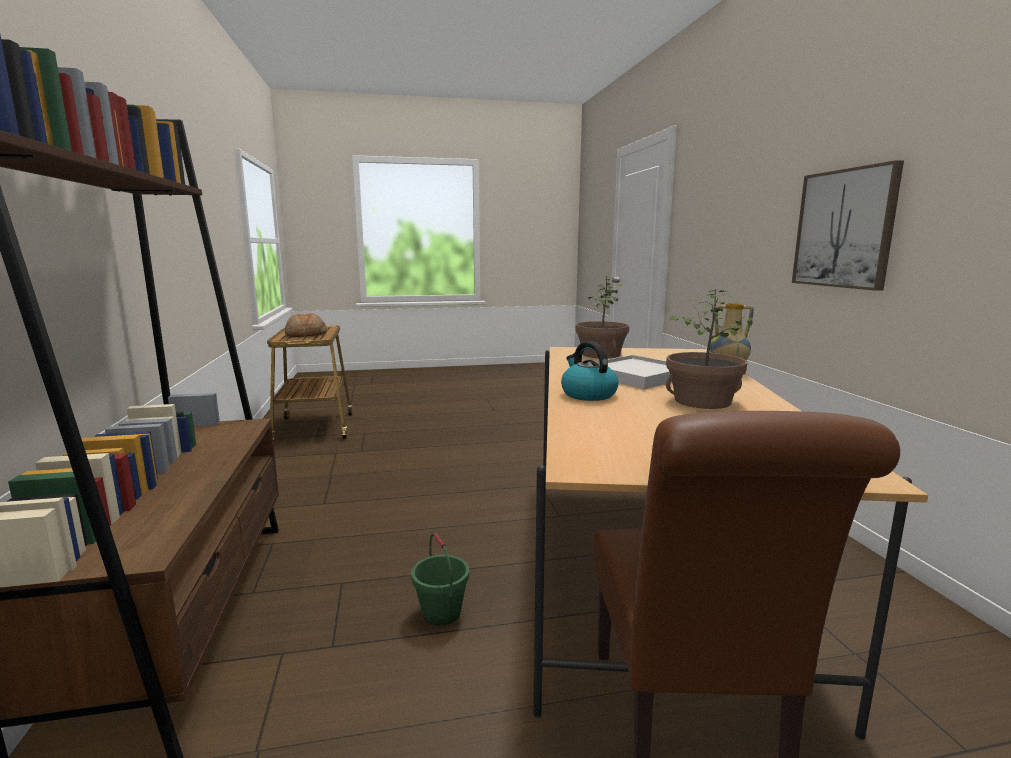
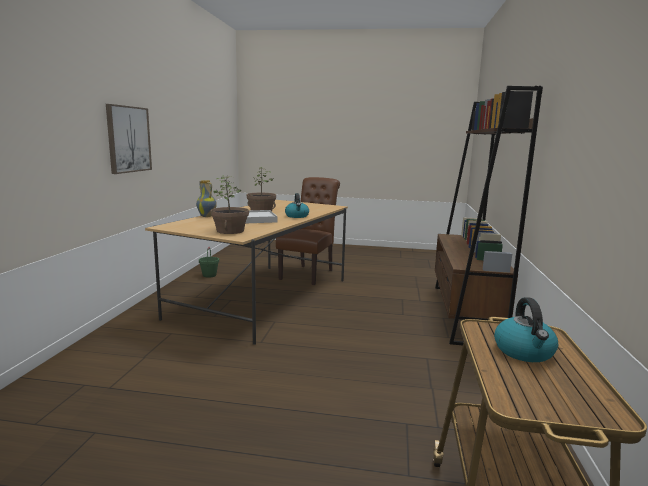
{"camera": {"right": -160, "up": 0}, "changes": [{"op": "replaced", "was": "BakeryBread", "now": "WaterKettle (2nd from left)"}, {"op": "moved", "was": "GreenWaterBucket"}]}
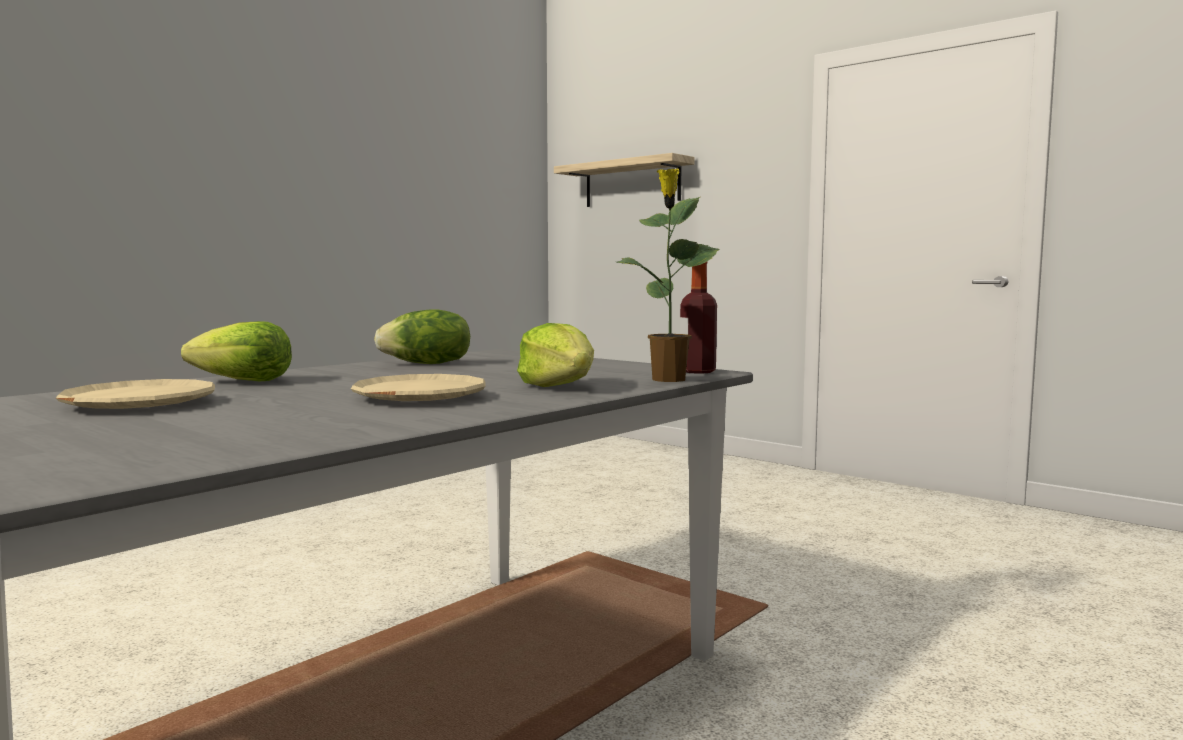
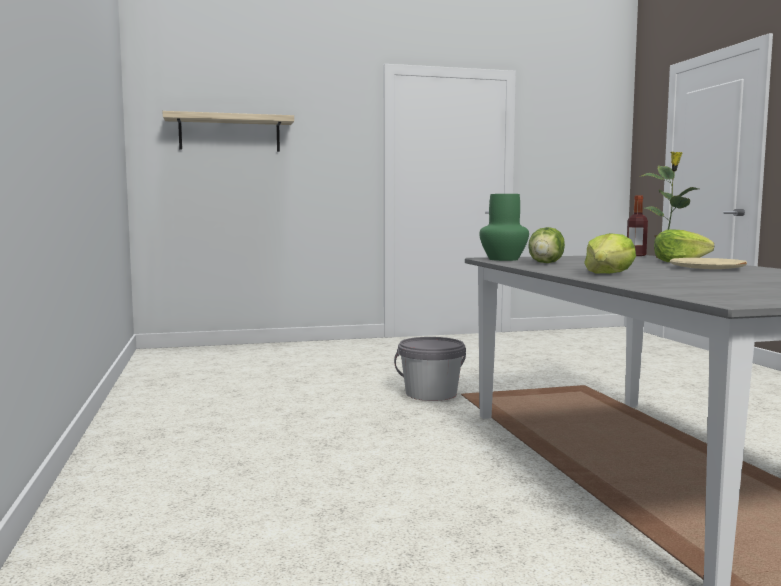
{"camera": {"right": -55, "up": 0}, "changes": [{"op": "removed", "was": "BeigeDinnerPlate (1st from left)"}, {"op": "added", "now": "GreenFlowerVase"}, {"op": "added", "now": "GreyishWaterBucket"}]}
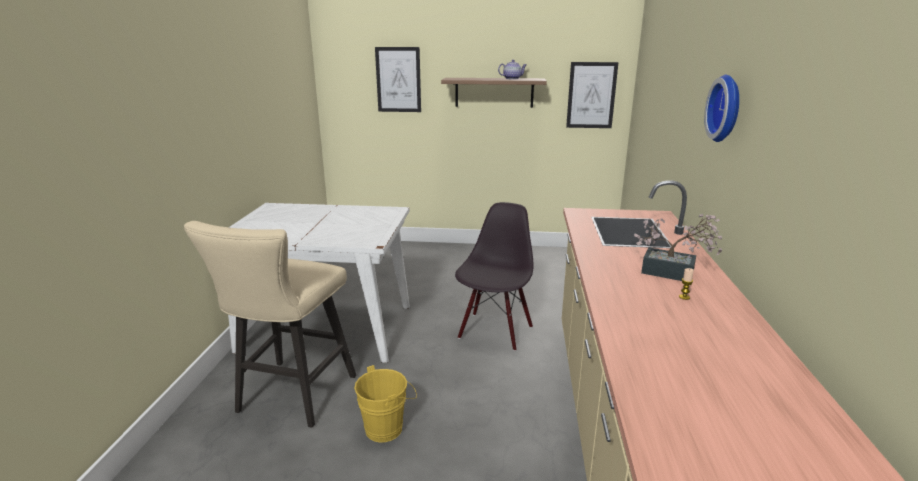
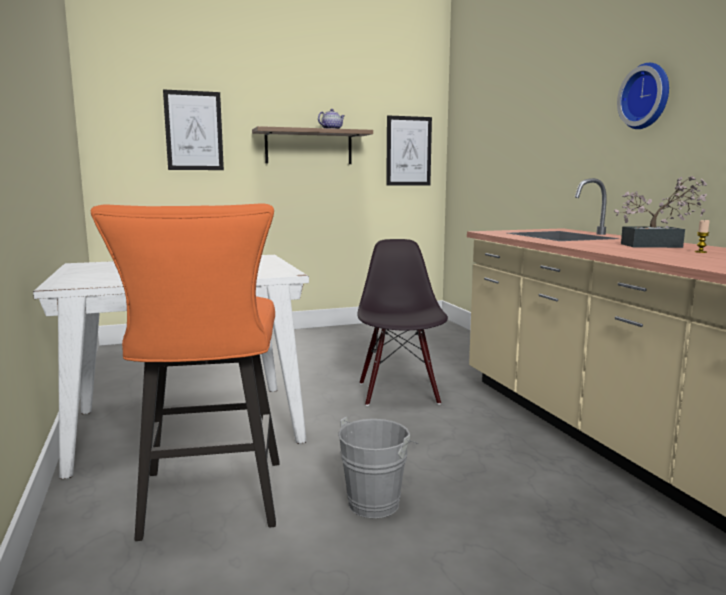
{"camera": {"right": -25, "up": -10}, "changes": [{"op": "recoloured", "was": "BeigeStoolSeat", "now": "OrangeColouredStoolSeat"}, {"op": "recoloured", "was": "YellowWaterBucket", "now": "GreyishWaterBucket"}]}
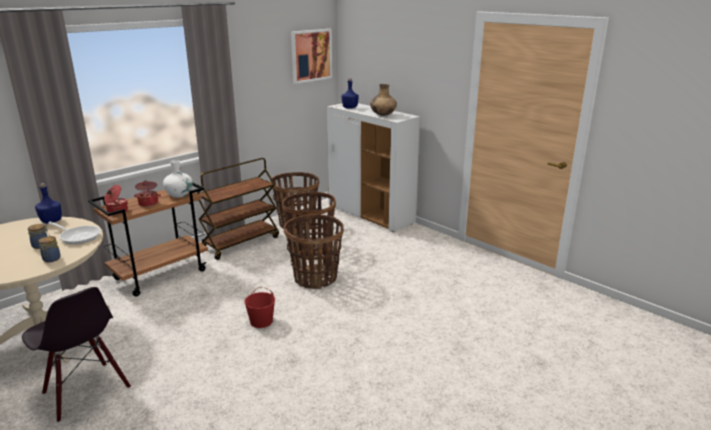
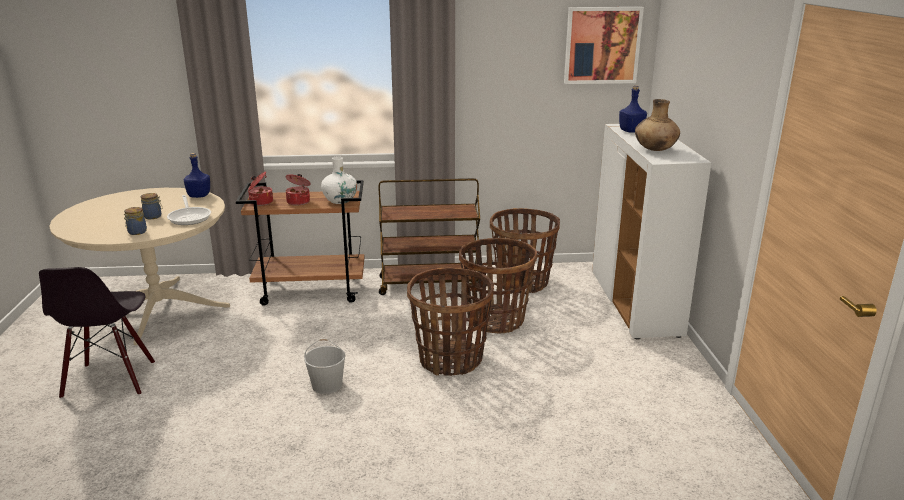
{"camera": {"right": 40, "up": 0}, "changes": [{"op": "recoloured", "was": "RedColouredWaterBucket", "now": "WhiteWaterBucket"}]}
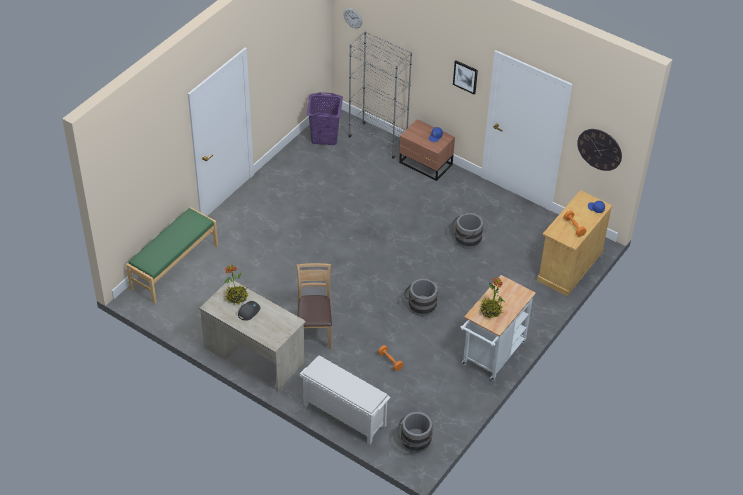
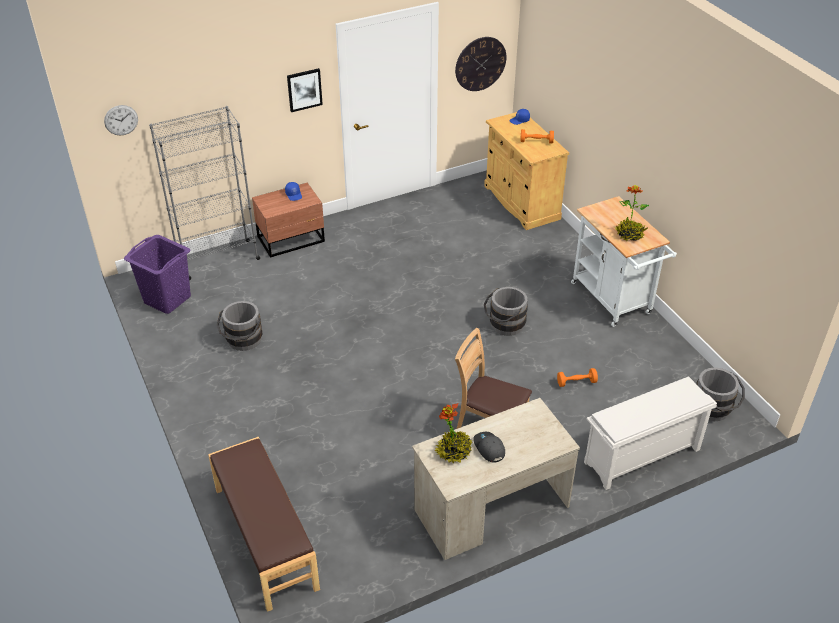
{"camera": {"right": -60, "up": -5}, "changes": [{"op": "recoloured", "was": "GreenLongSeat", "now": "BrownLongSeat"}, {"op": "moved", "was": "GreyishWaterBucket (3rd from left in the first image)", "now": "GreyishWaterBucket (1st from left)"}]}
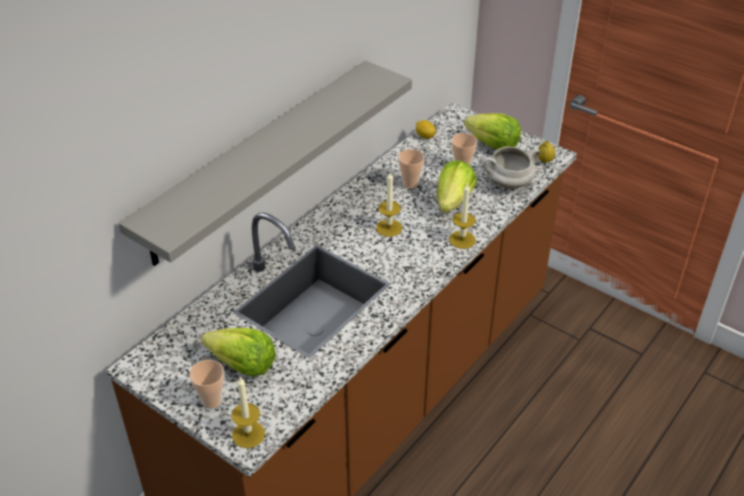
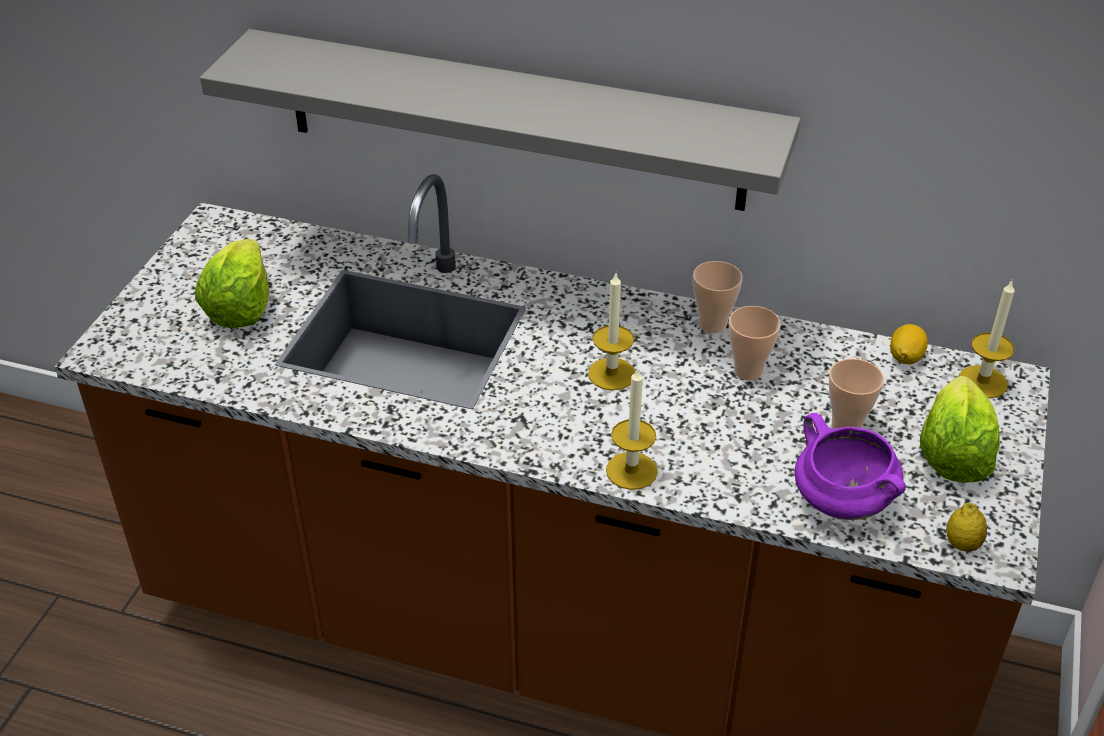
{"camera": {"right": 70, "up": 0}, "changes": [{"op": "recoloured", "was": "WhiteSaucepot", "now": "PurplishSaucepot"}, {"op": "removed", "was": "LettuceHead (2nd from left)"}, {"op": "moved", "was": "Cup (1st from left)"}, {"op": "moved", "was": "Candle (1st from left in the first image)", "now": "Candle (3rd from left)"}]}
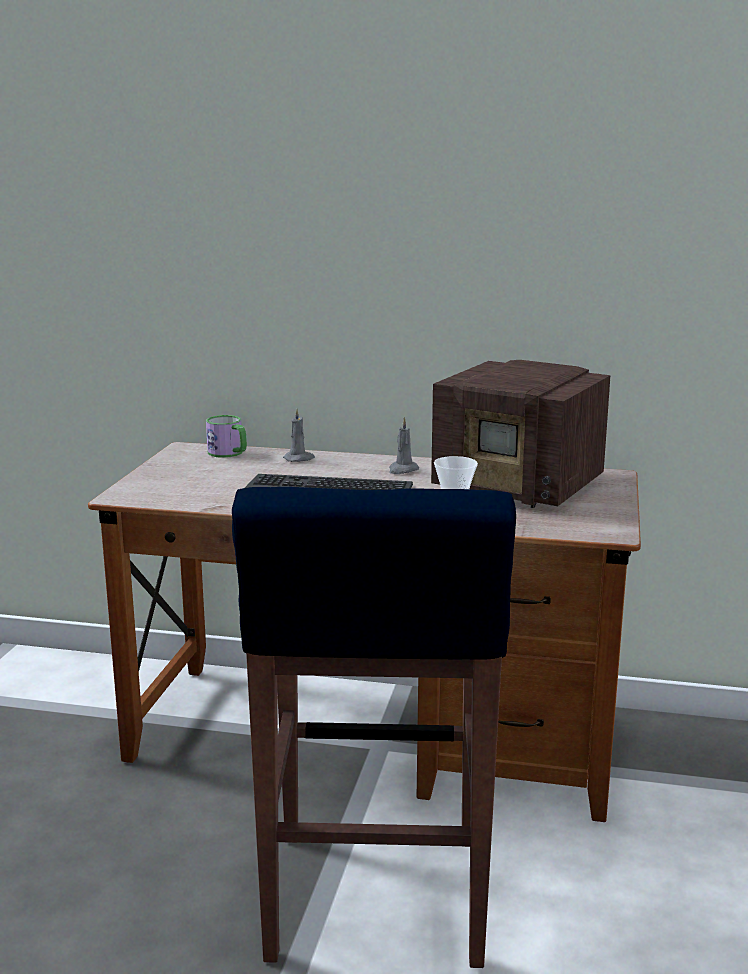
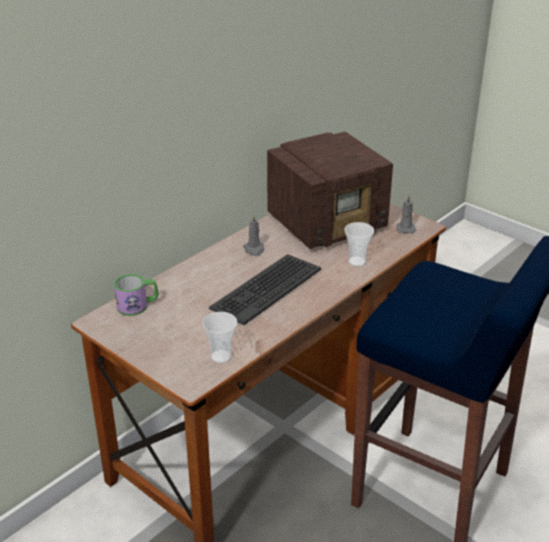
{"camera": {"right": -60, "up": 15}, "changes": [{"op": "moved", "was": "GreyishCandle (1st from left in the first image)", "now": "GreyishCandle (2nd from left)"}, {"op": "added", "now": "Cup (1st from left)"}]}
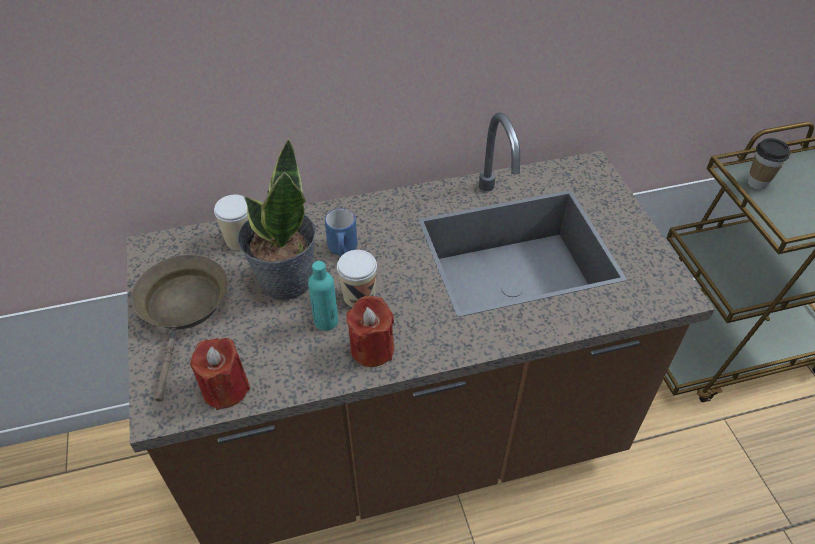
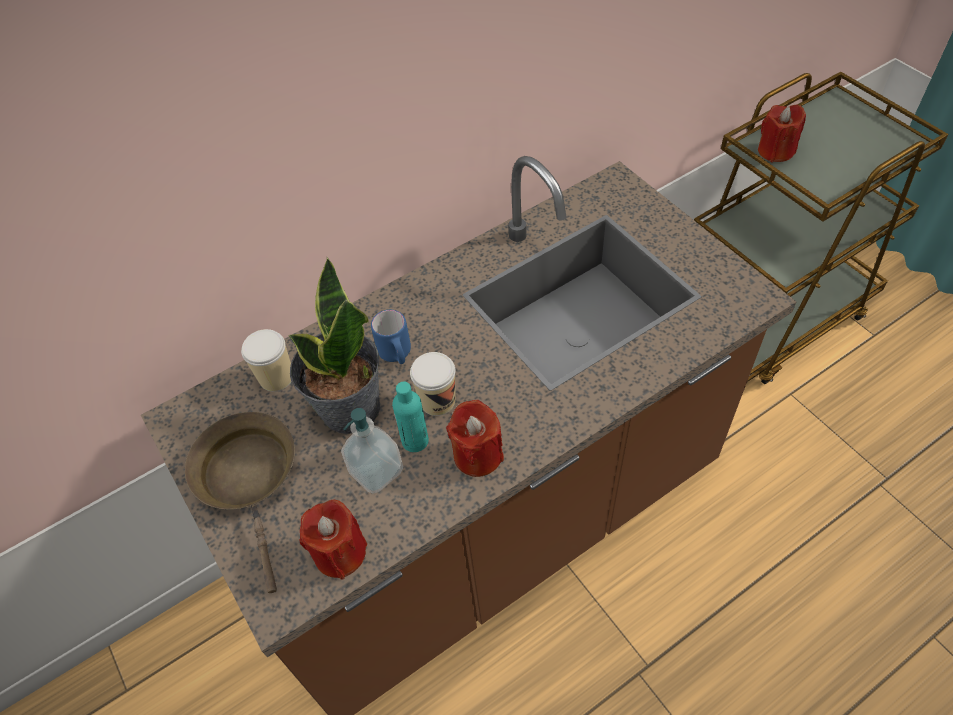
{"camera": {"right": -15, "up": 5}, "changes": [{"op": "replaced", "was": "Cup (3rd from left)", "now": "RedColouredCandle (3rd from left)"}, {"op": "added", "now": "LiquidSoapBottle"}]}
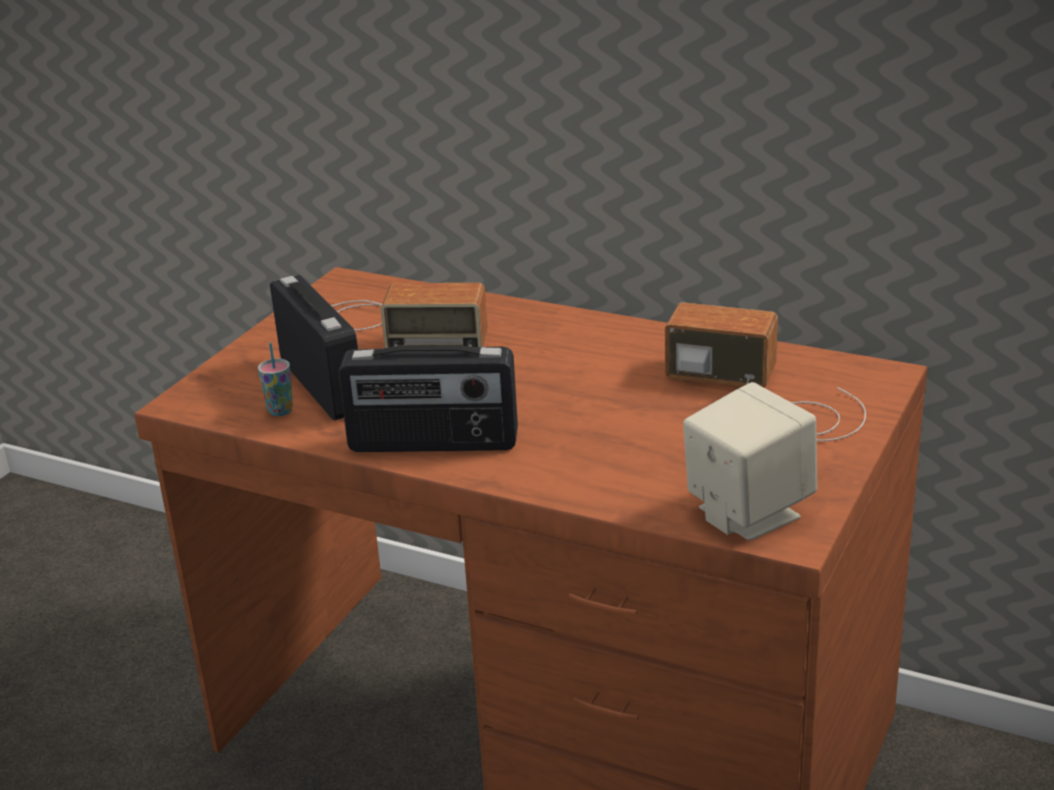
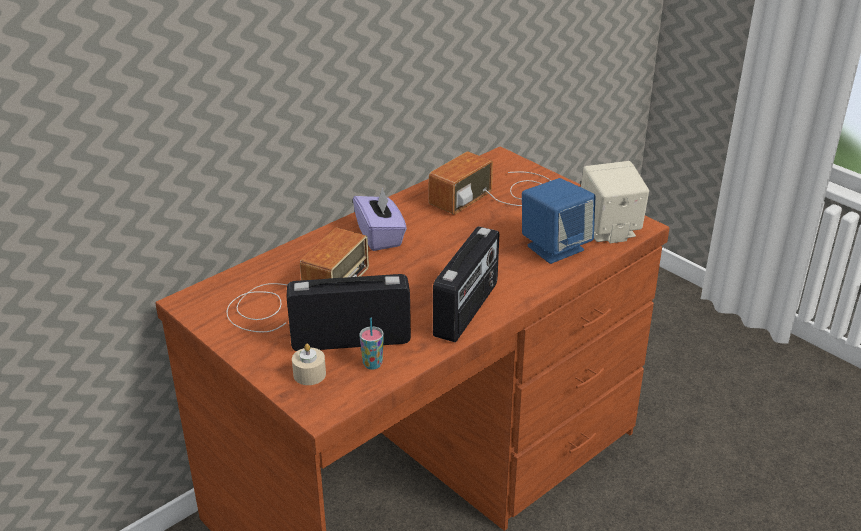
{"camera": {"right": -70, "up": 5}, "changes": [{"op": "added", "now": "BlueSpeaker"}, {"op": "added", "now": "PurplishBoxOfTissues"}, {"op": "added", "now": "BeigeCandle"}]}
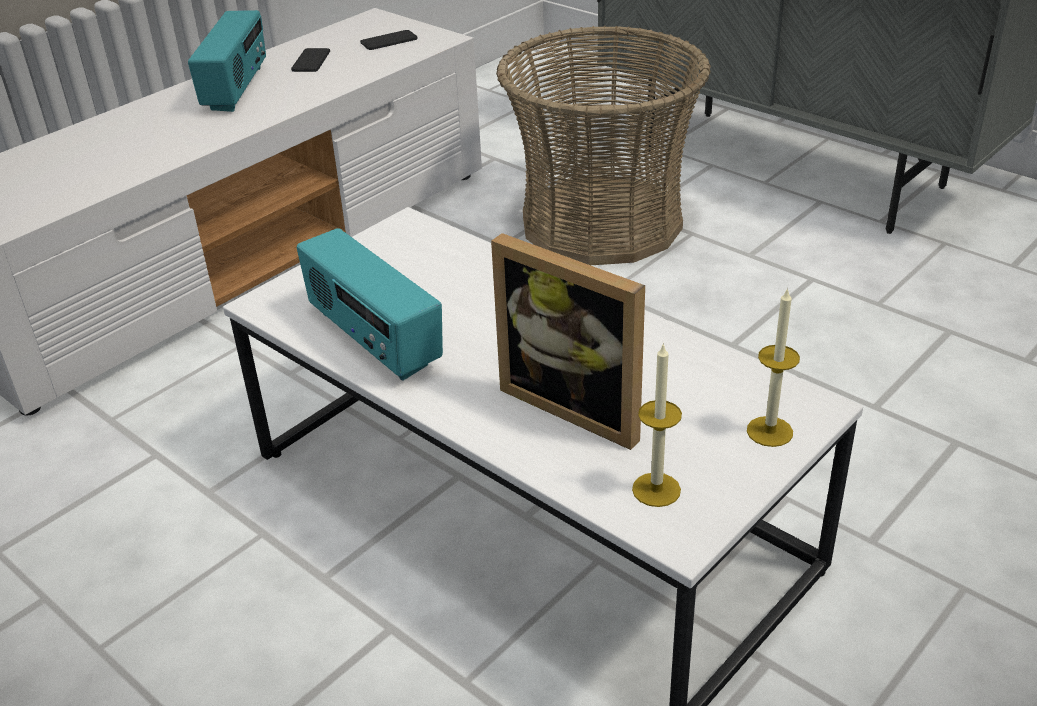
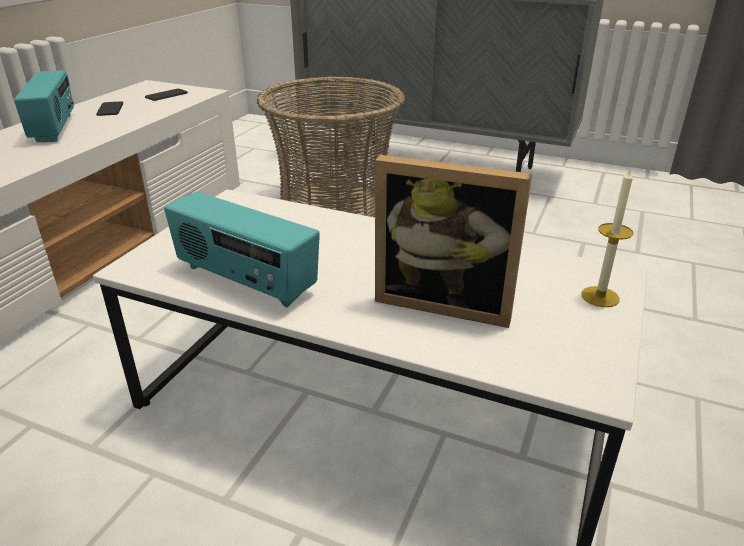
{"camera": {"right": -20, "up": -5}, "changes": [{"op": "removed", "was": "Candle (1st from left)"}]}
